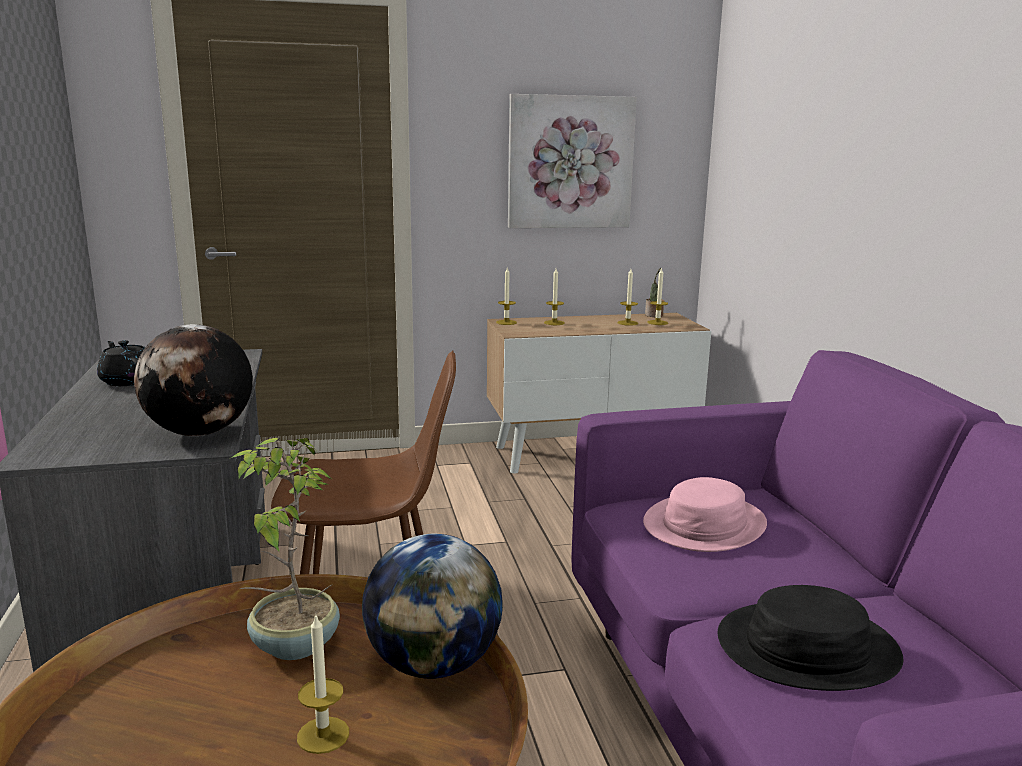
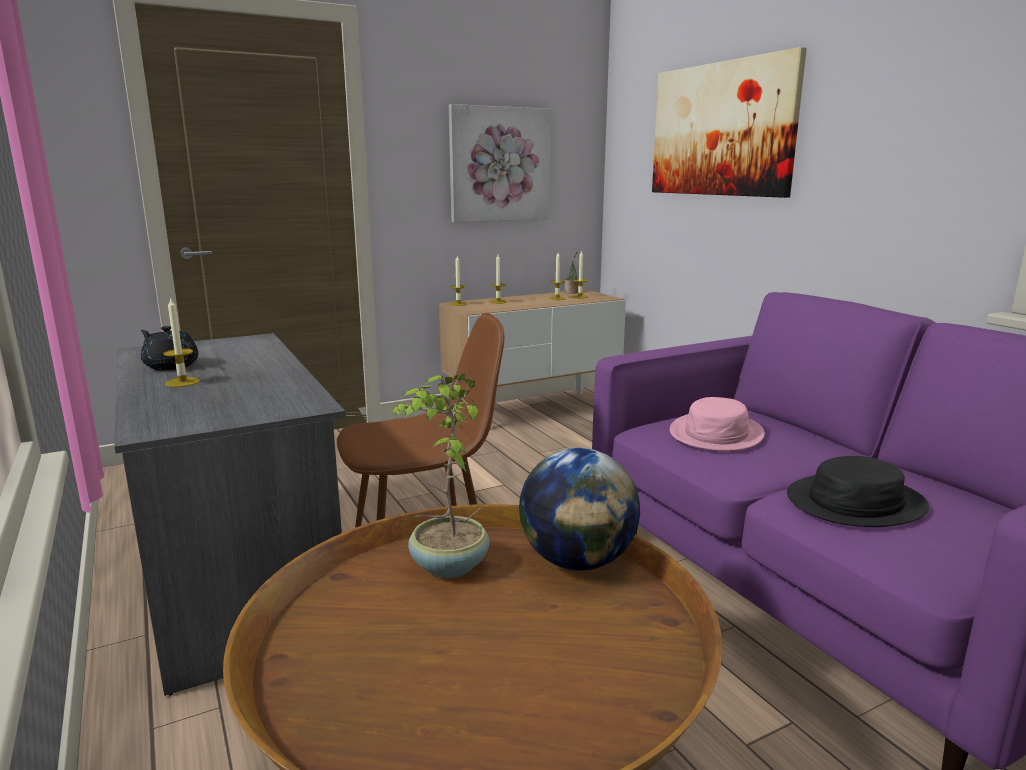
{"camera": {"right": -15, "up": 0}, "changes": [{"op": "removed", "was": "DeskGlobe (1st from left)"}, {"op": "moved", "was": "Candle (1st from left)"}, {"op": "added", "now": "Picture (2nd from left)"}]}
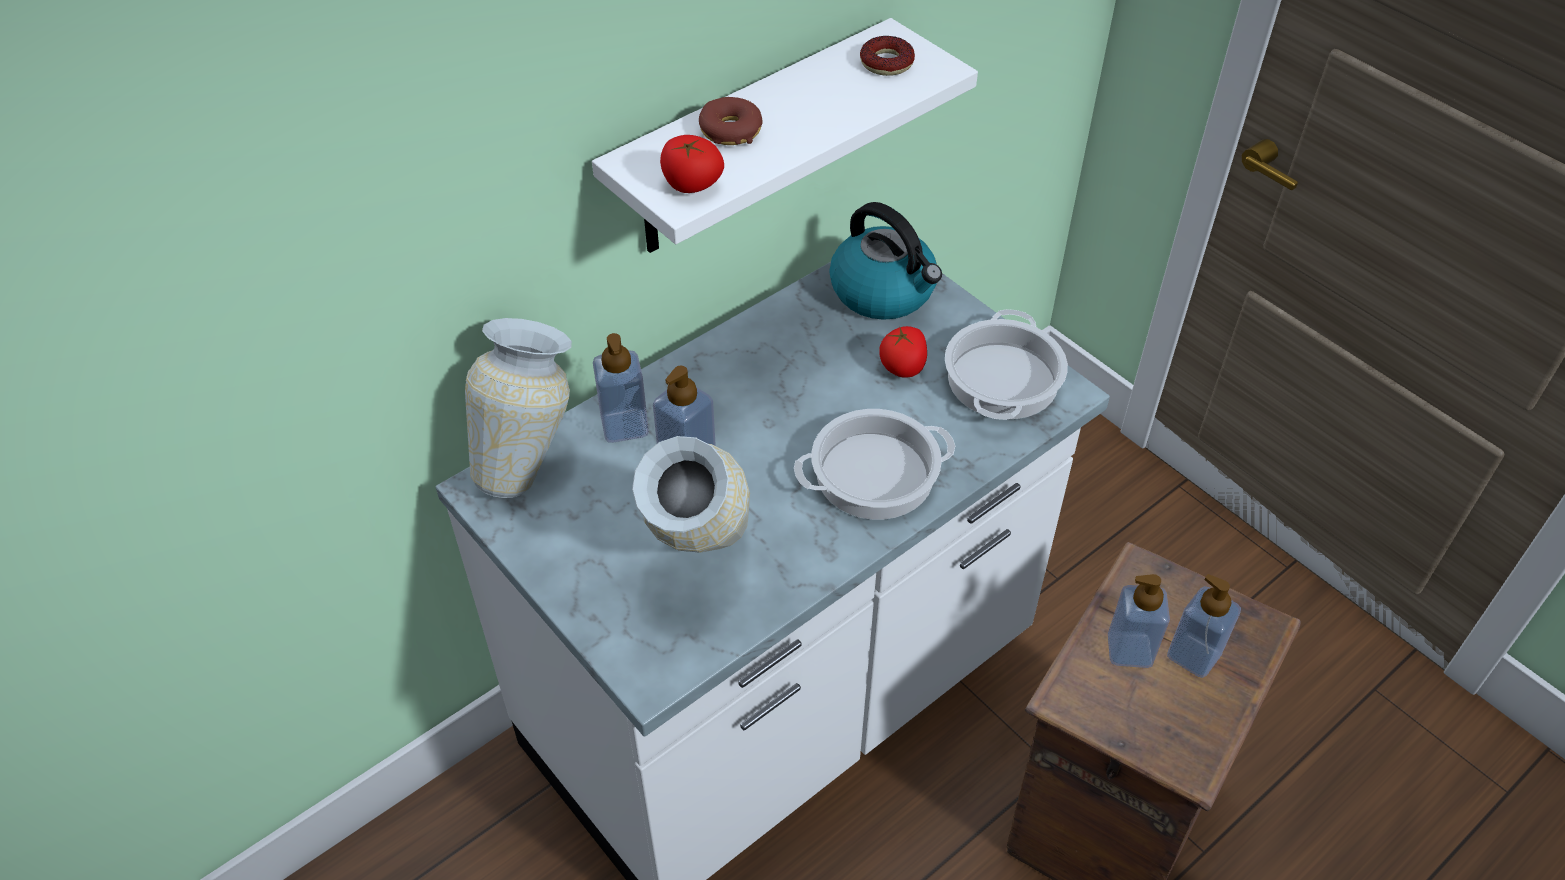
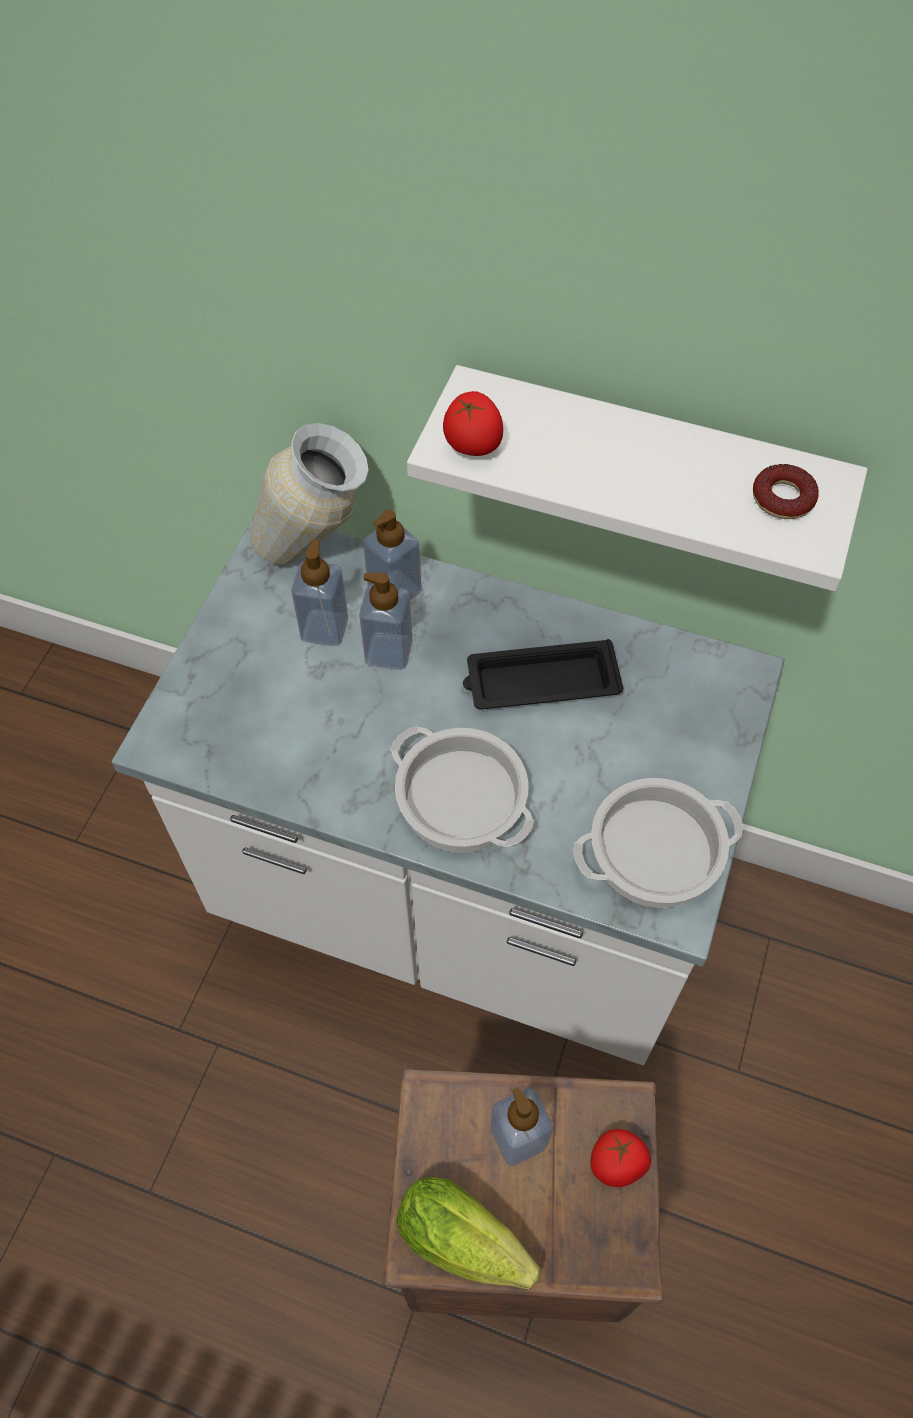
{"camera": {"right": 60, "up": 10}, "changes": [{"op": "removed", "was": "Donut (1st from left)"}, {"op": "removed", "was": "WaterKettle"}, {"op": "moved", "was": "Tomato (2nd from left)"}, {"op": "removed", "was": "FlowerVase (2nd from left)"}, {"op": "moved", "was": "LiquidSoapBottle (4th from left in the first image)", "now": "LiquidSoapBottle (1st from left)"}, {"op": "added", "now": "BlackishServingTray"}, {"op": "added", "now": "LettuceHead"}]}
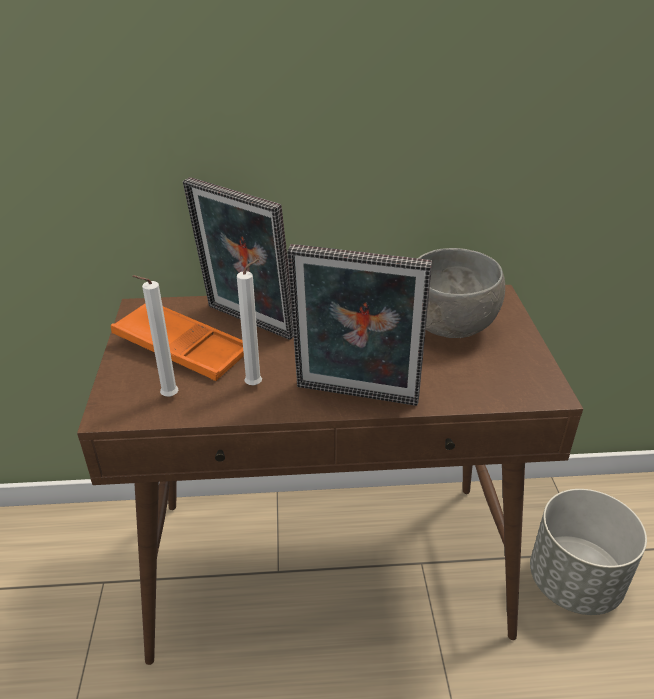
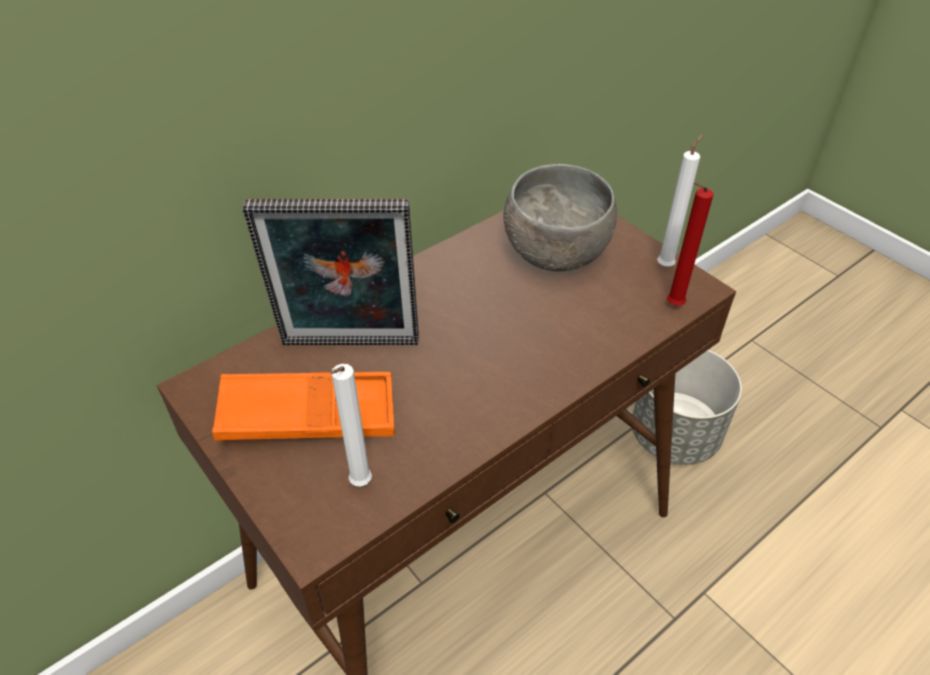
{"camera": {"right": -35, "up": 10}, "changes": [{"op": "removed", "was": "StandingFrame (2nd from left)"}, {"op": "moved", "was": "WhiteCandle (2nd from left)"}, {"op": "added", "now": "RedColouredCandle"}]}
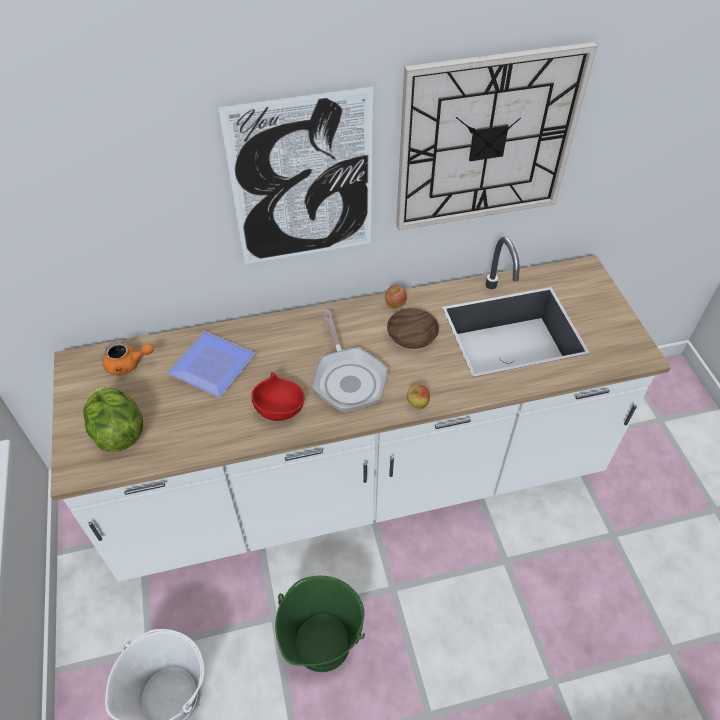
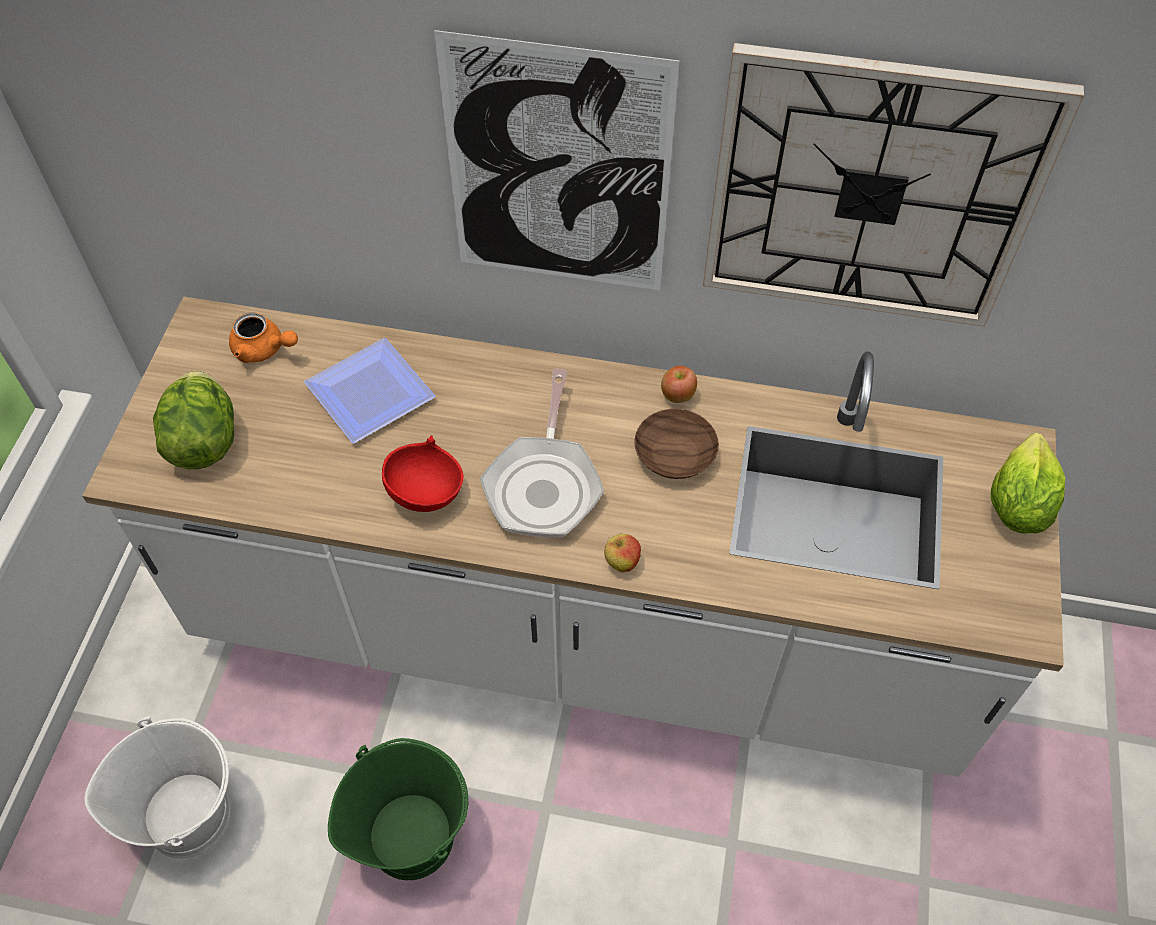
{"camera": {"right": 25, "up": 5}, "changes": [{"op": "added", "now": "LettuceHead (2nd from left)"}]}
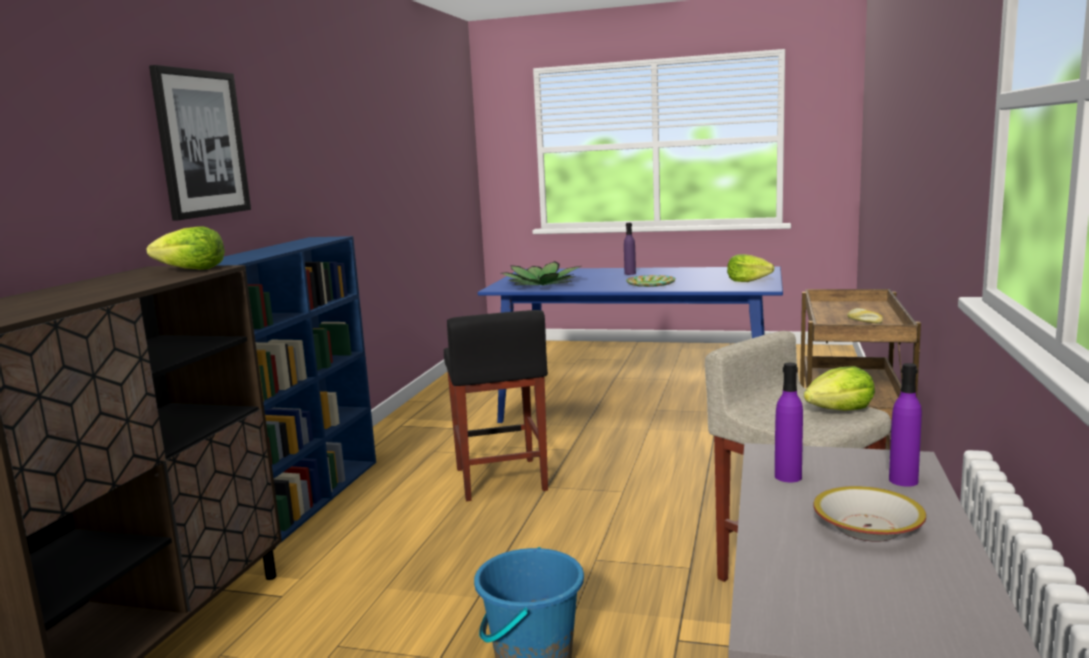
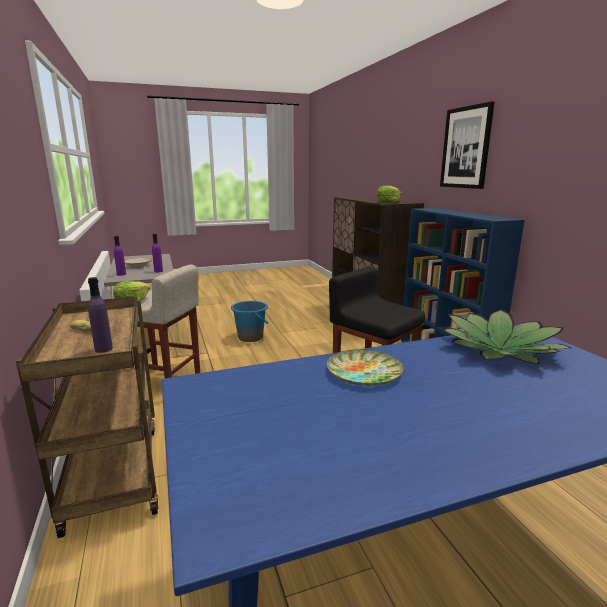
{"camera": {"right": 145, "up": 5}, "changes": [{"op": "moved", "was": "PurplishDrinkBottle (1st from left)"}, {"op": "removed", "was": "LettuceHead (2nd from left)"}]}
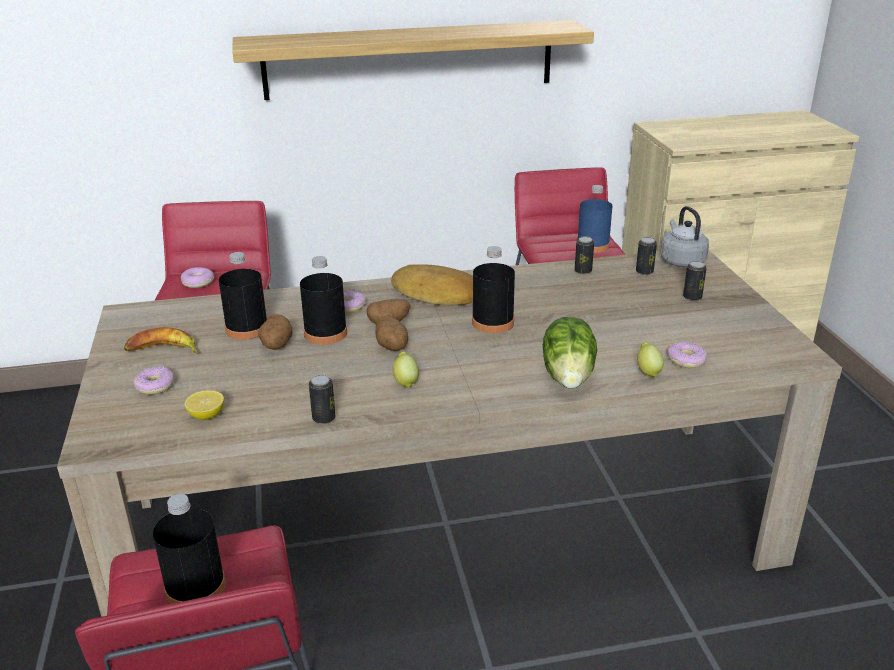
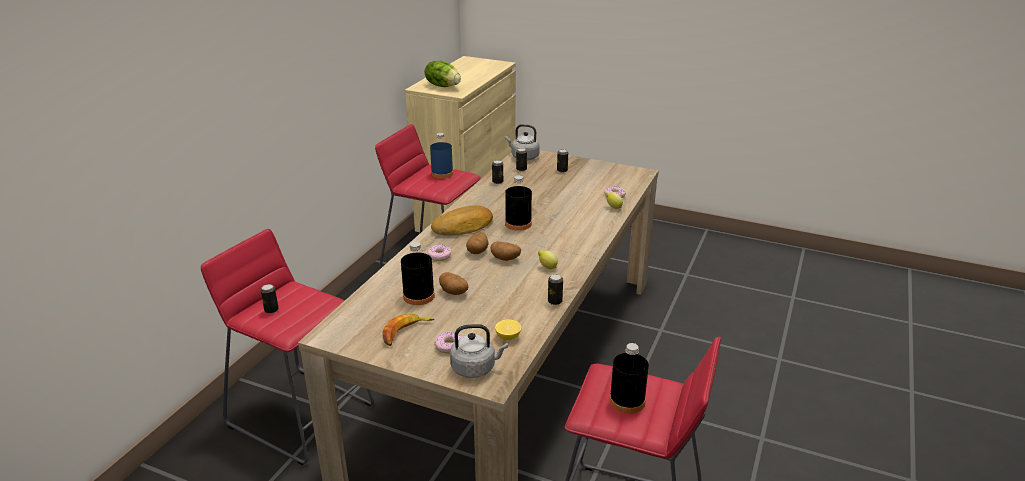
{"camera": {"right": -55, "up": 0}, "changes": [{"op": "removed", "was": "WallShelf"}, {"op": "removed", "was": "BlackishDrinkBottle (3rd from left)"}, {"op": "replaced", "was": "Donut (2nd from left)", "now": "MetalCan (1st from left)"}, {"op": "moved", "was": "LettuceHead"}, {"op": "added", "now": "GreyishWaterKettle (1st from left)"}]}
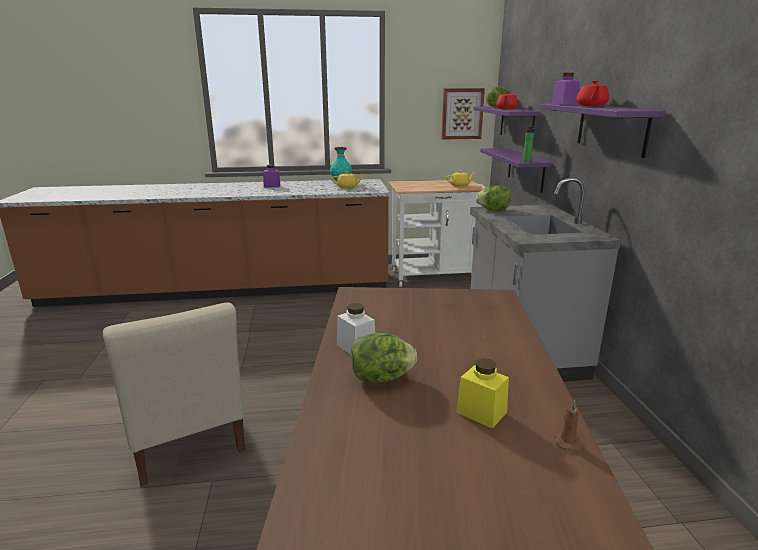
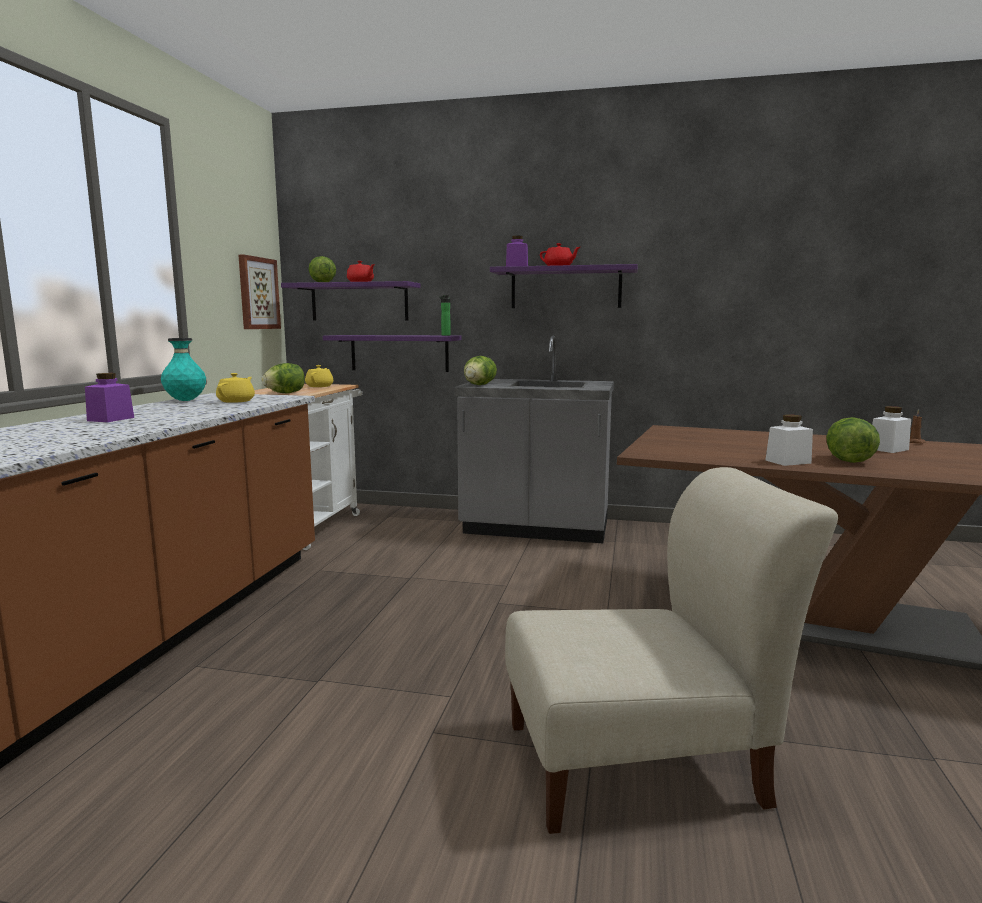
{"camera": {"right": -70, "up": -10}, "changes": [{"op": "recoloured", "was": "YellowStorageJar", "now": "WhiteStorageJar (2nd from left)"}, {"op": "added", "now": "LettuceHead (1st from left)"}]}
